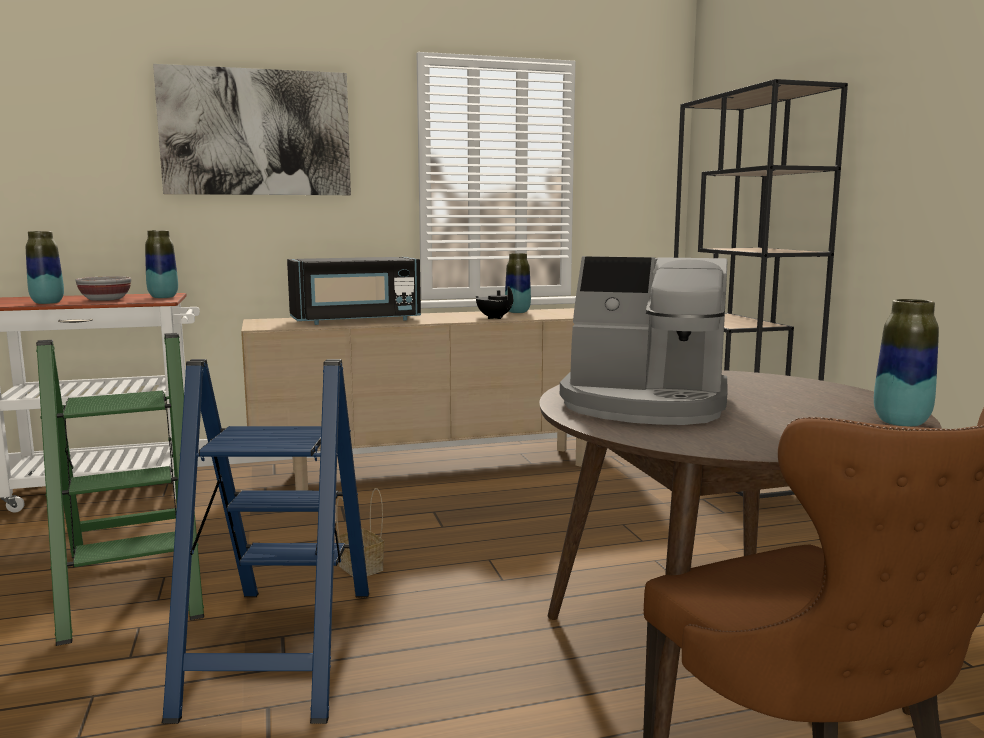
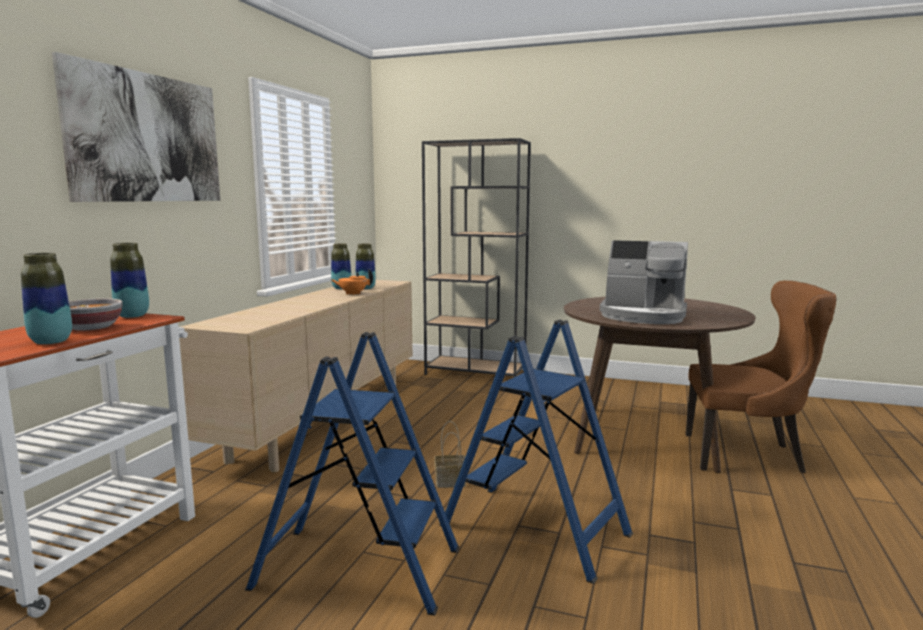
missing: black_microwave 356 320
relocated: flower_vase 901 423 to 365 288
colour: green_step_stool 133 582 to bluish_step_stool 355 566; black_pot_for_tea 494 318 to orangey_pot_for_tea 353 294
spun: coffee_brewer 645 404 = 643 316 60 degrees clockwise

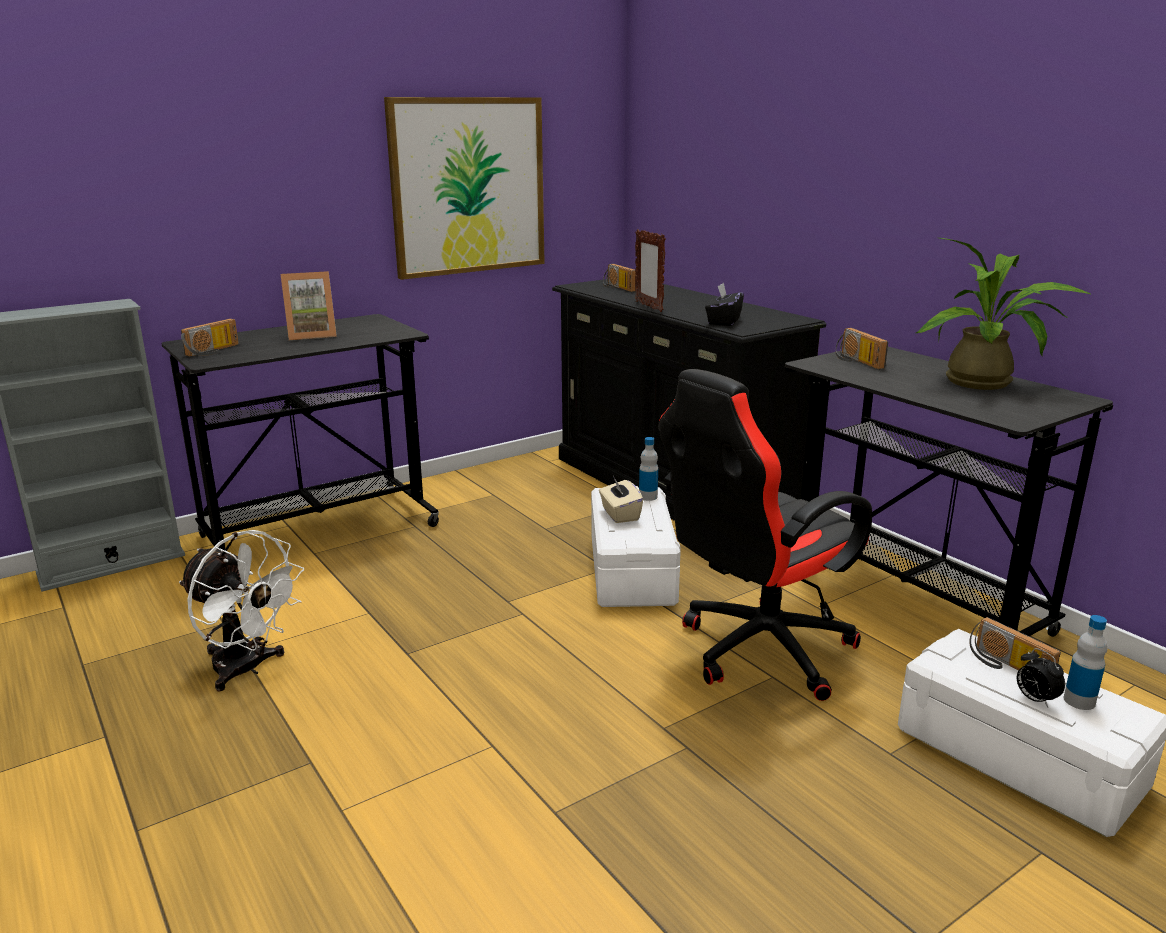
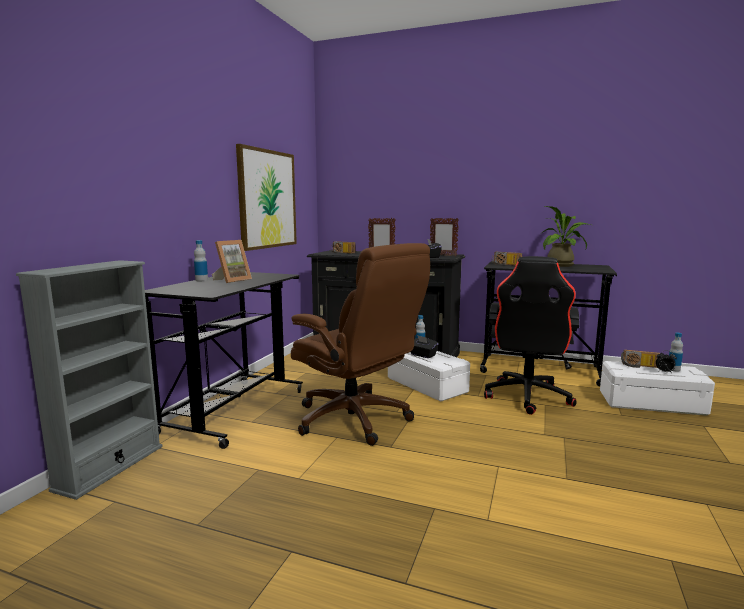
missing: whitish_cooling_fan 247 669; radio 214 351
appeared: beverage_bottle 201 280; brown-coloured_office_chair 357 422; picture_frame 443 255
colour: sand-coloured_tissue_holder 620 514 to black_tissue_holder 422 355

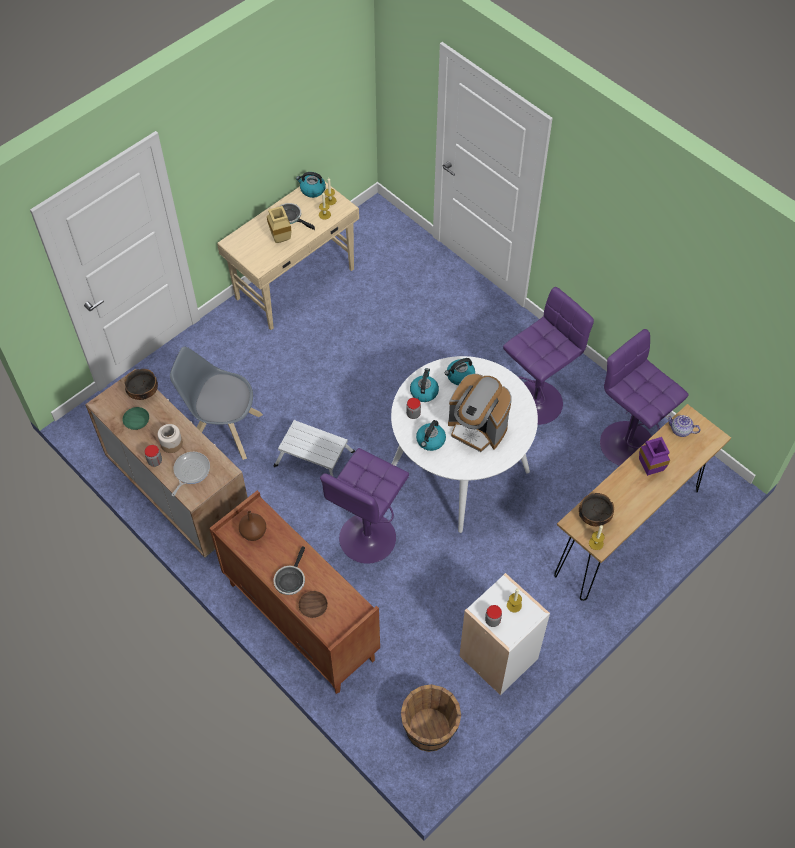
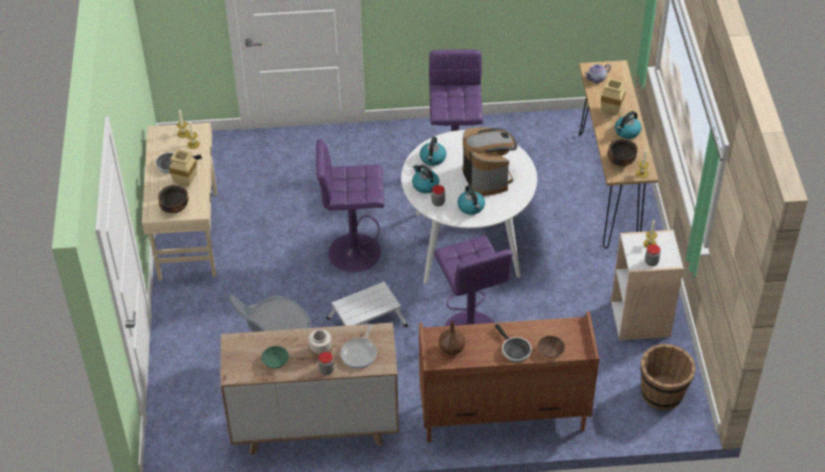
relocated: serving_bowl 143 392 to 174 208; kettle 312 190 to 627 132; purple-coloured_stool 627 443 to 353 252
colour: purple-coloured_flower_vase 648 468 to sand-coloured_flower_vase 609 112
spun: pan 190 471 = 360 353 135 degrees counterclockwise; coffee_brewer 477 428 = 487 176 90 degrees counterclockwise

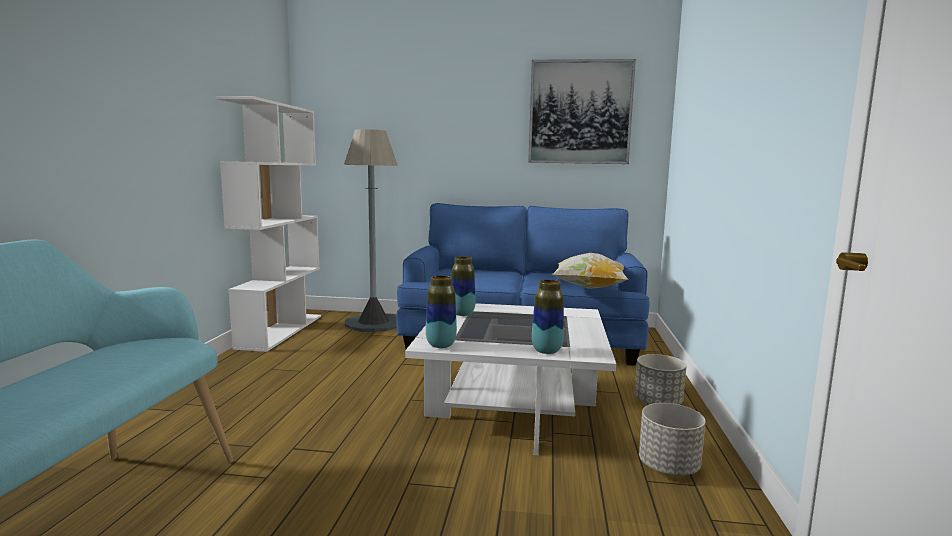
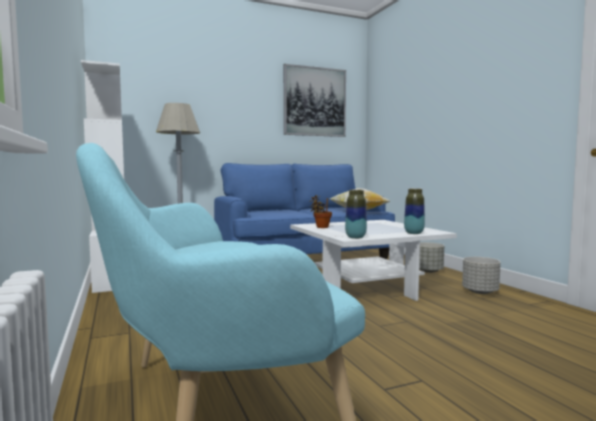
exchanged: flower_vase 462 314 to potted_plant 321 227

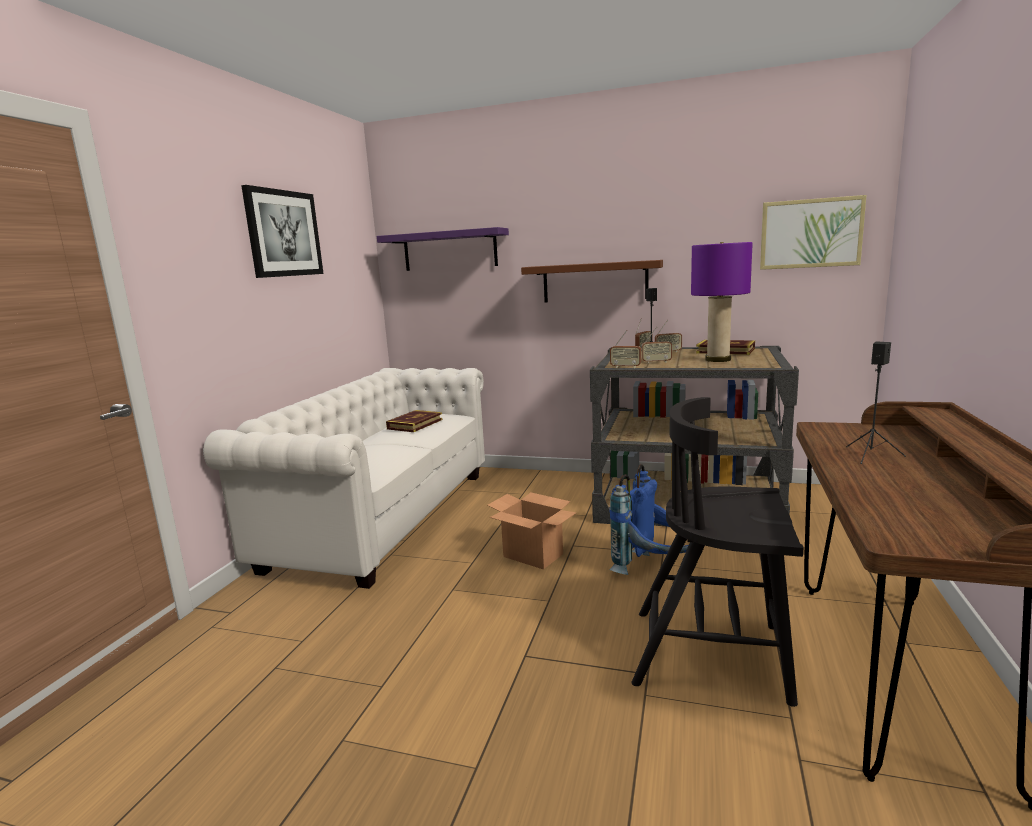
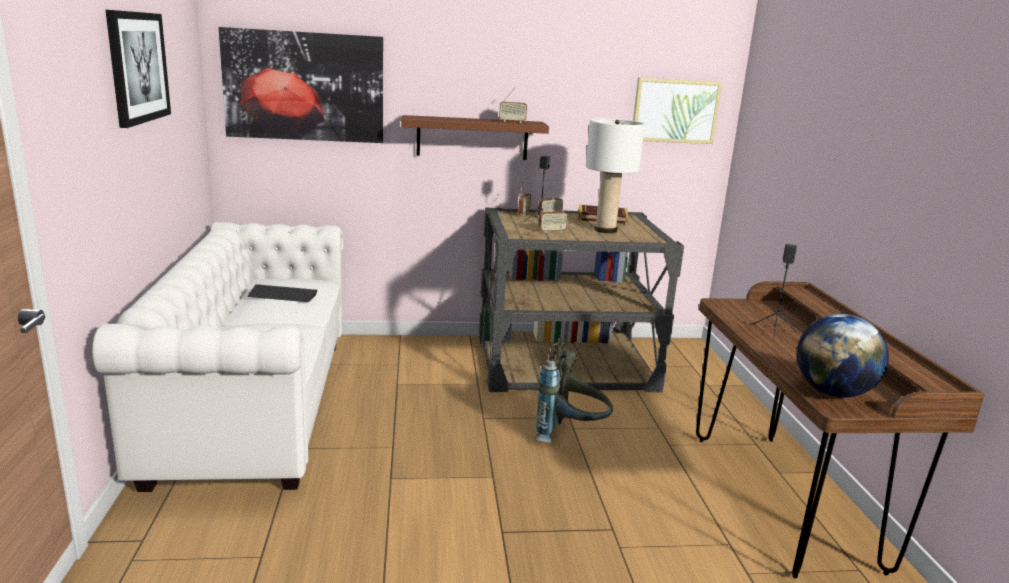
missing: packing_box 534 555; black_upright_chair 713 654
appeared: world_globe 833 392
relocated: radio 625 367 to 512 122
exchanged: purple-coloured_shelf 450 250 to wall_picture 304 86; book 415 424 to PC_keyboard 282 295
colour: bluish_backpack 654 570 to greyish_backpack 570 435; purple-coloured_table_lamp 717 359 to whitish_table_lamp 605 230

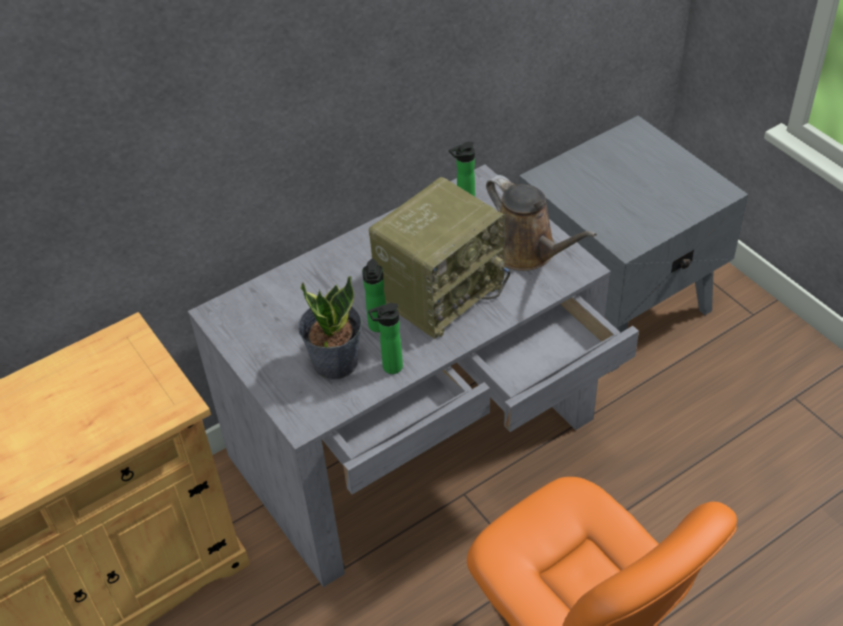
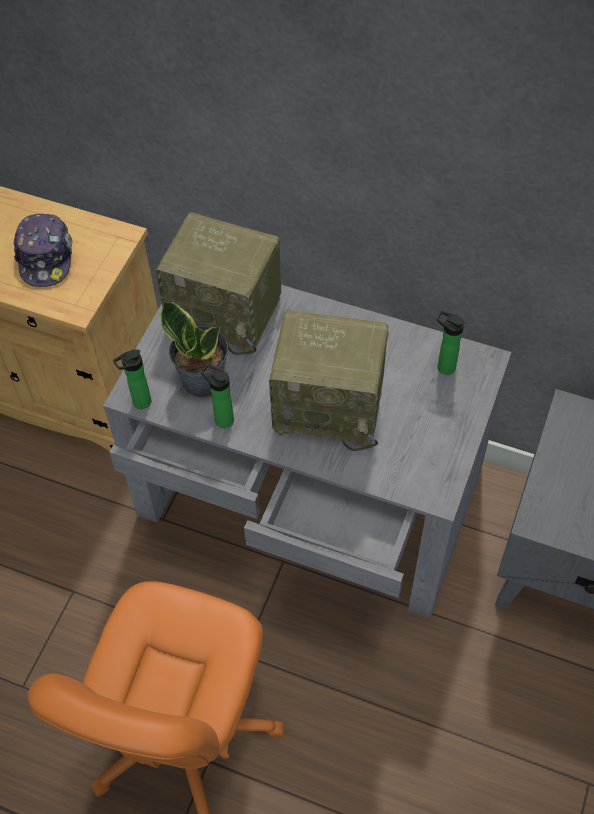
missing: brown-coloured_sprinkling_can 528 251
appeared: baseball_cap 46 257; radio 227 312
relocated: beverage_bottle 378 327 to 139 403

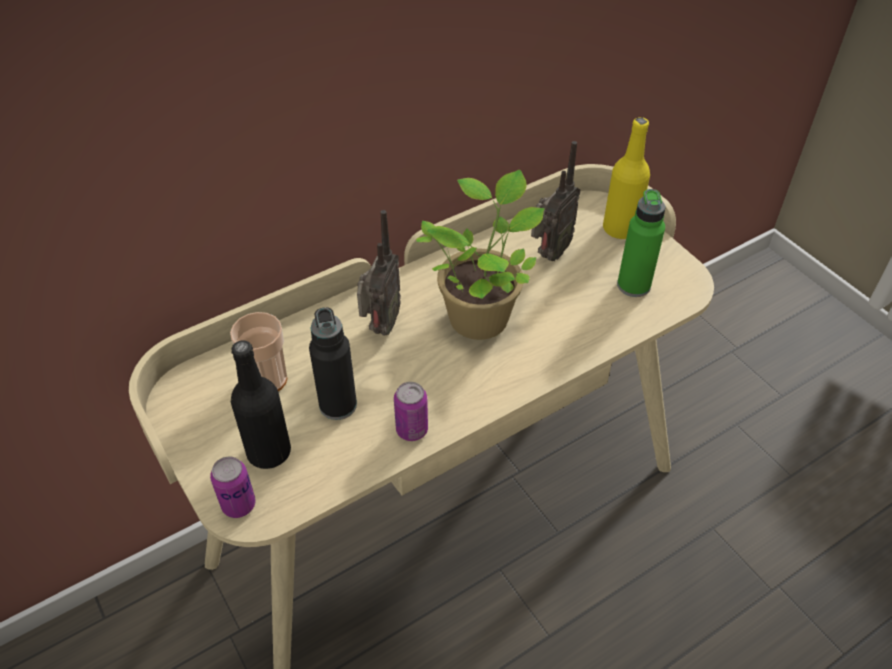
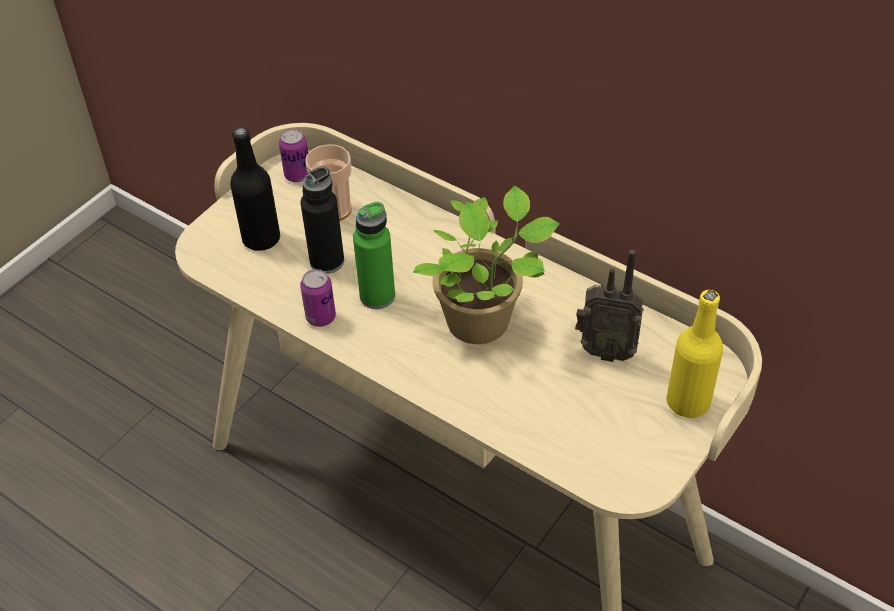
missing: radio 380 327
relocated: can 238 505 to 297 175; green_beverage_bottle 633 285 to 377 296

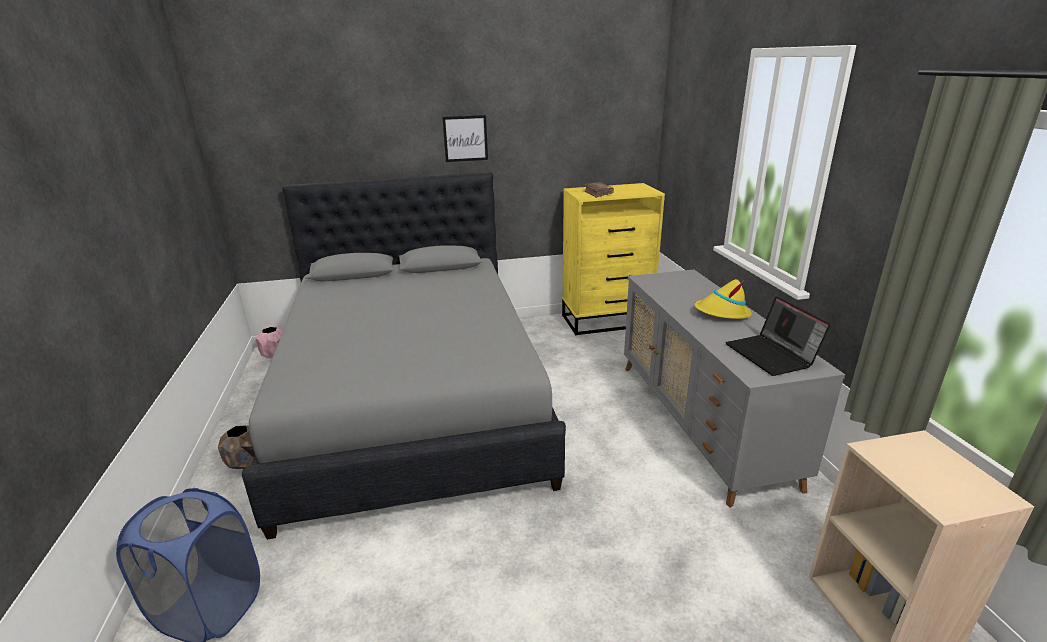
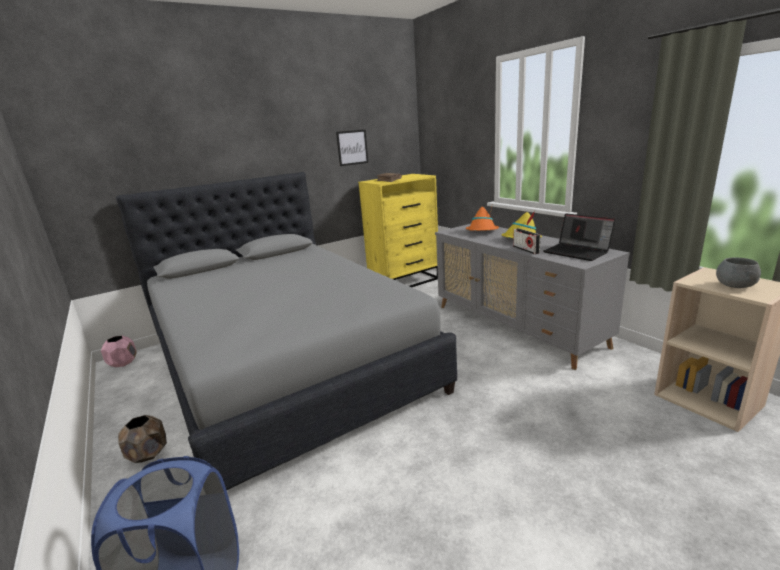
appeared: orangey_hat 482 231; radio 526 250; greyish_serving_bowl 735 286
relocated: wall_picture 465 138 to 352 147

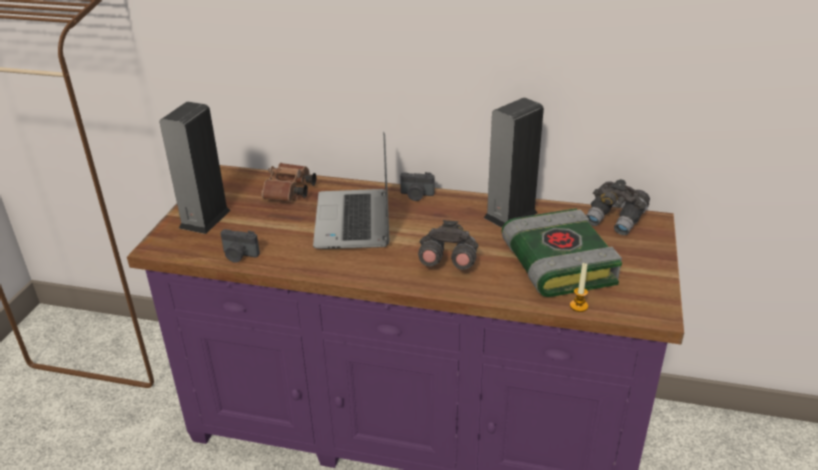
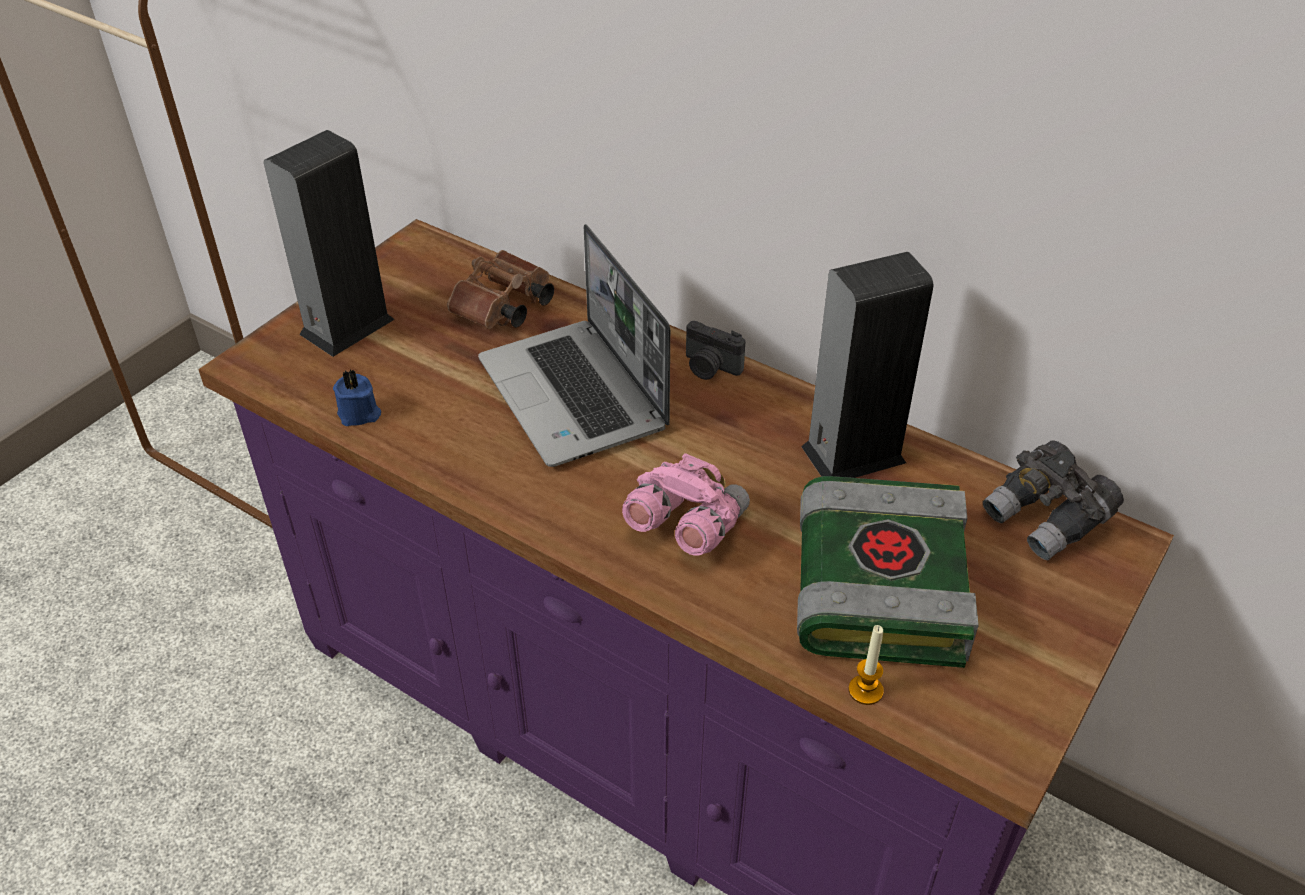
exchanged: photo_camera 239 256 to bluish_candle 359 414
colour: greyish_binoculars 448 262 to pink_binoculars 685 526
spun: notebook_computer 354 222 = 576 396 45 degrees counterclockwise

